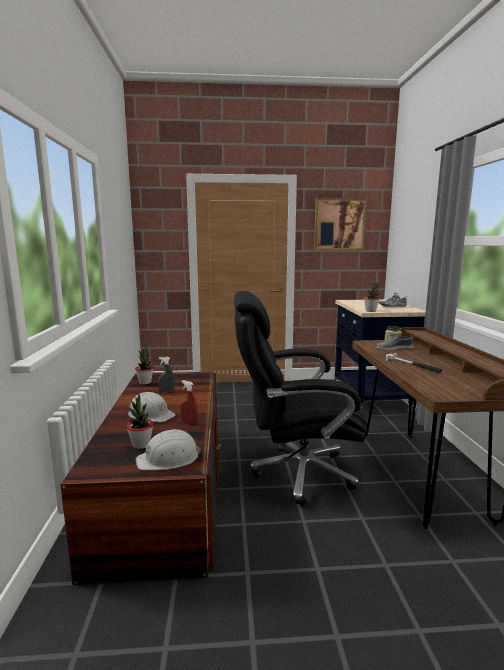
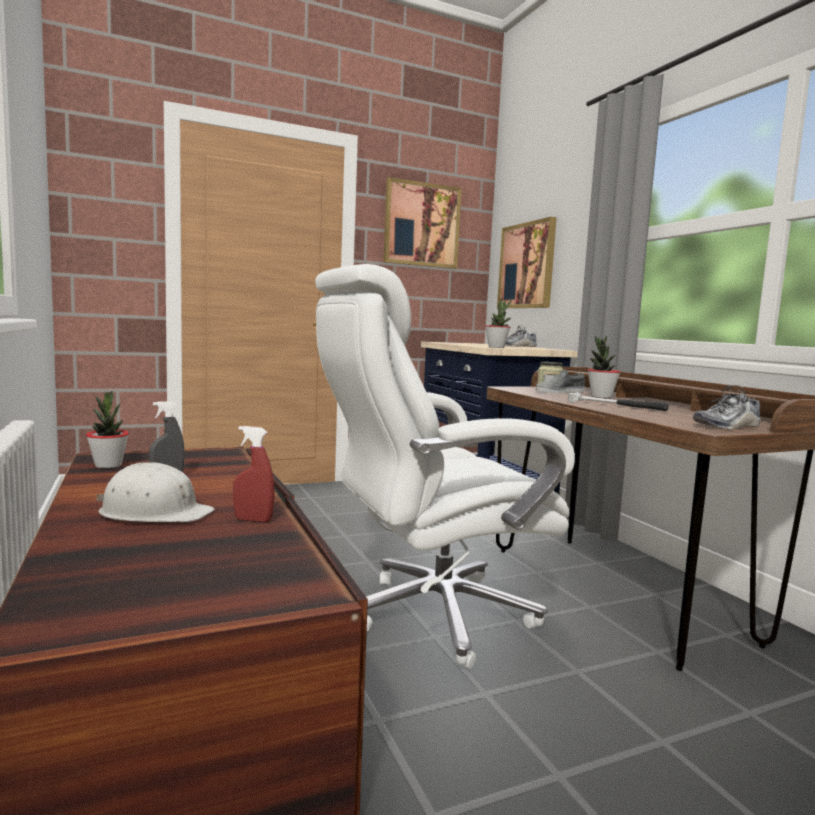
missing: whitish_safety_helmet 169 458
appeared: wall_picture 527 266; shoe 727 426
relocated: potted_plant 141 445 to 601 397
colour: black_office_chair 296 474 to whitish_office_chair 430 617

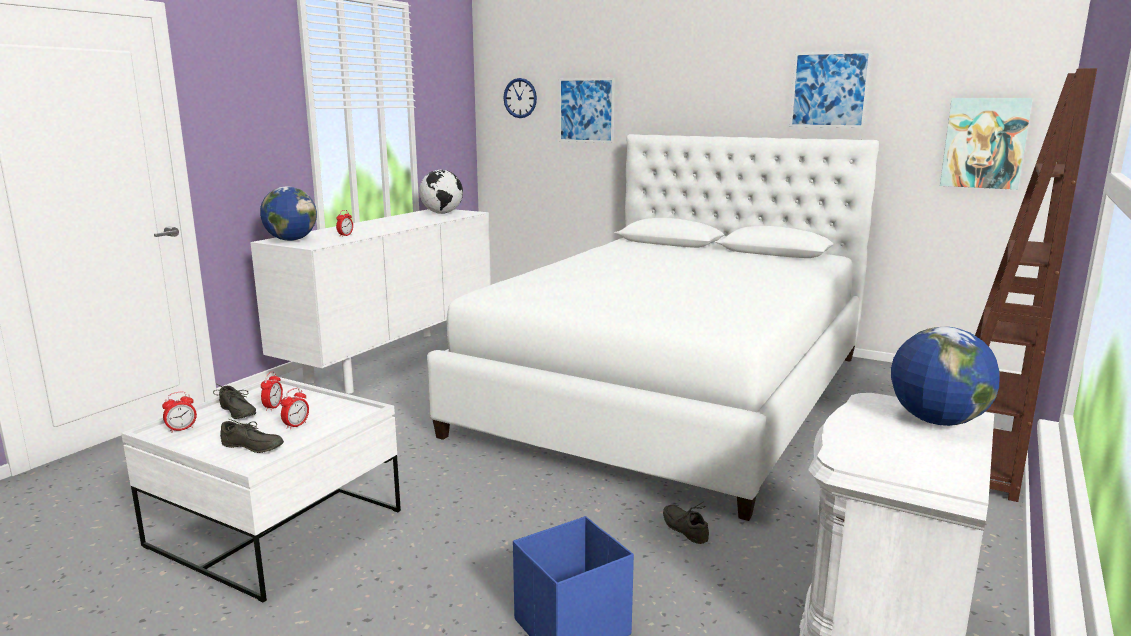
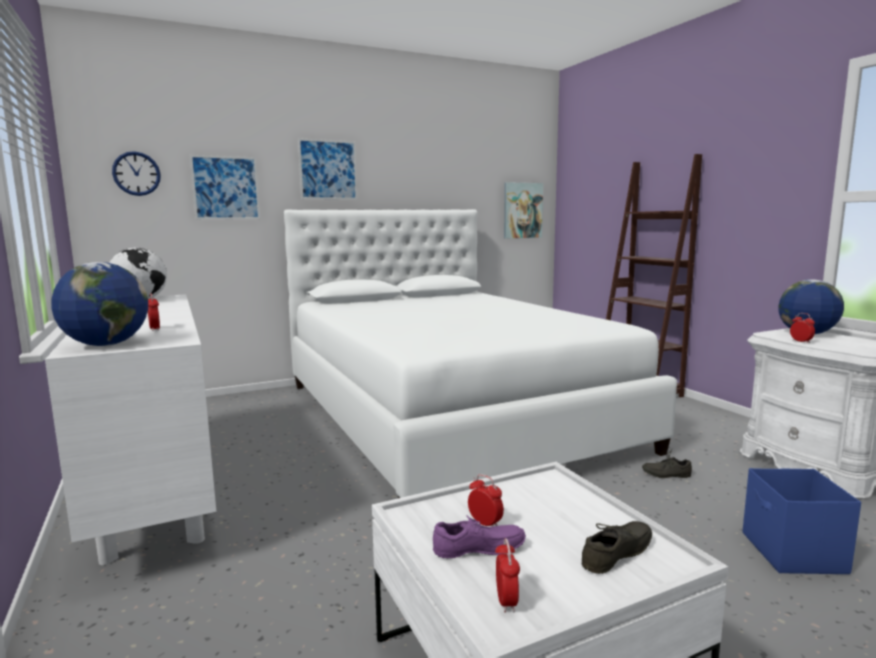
relocated: bedside_clock 296 425 to 801 341; wall_picture 829 90 to 328 170
colour: greyish_shoe 236 413 to purple-coloured_shoe 479 551

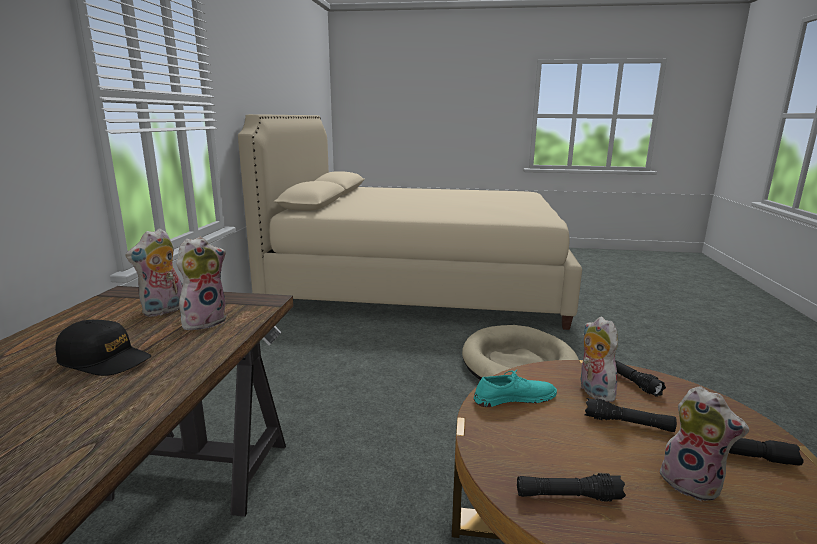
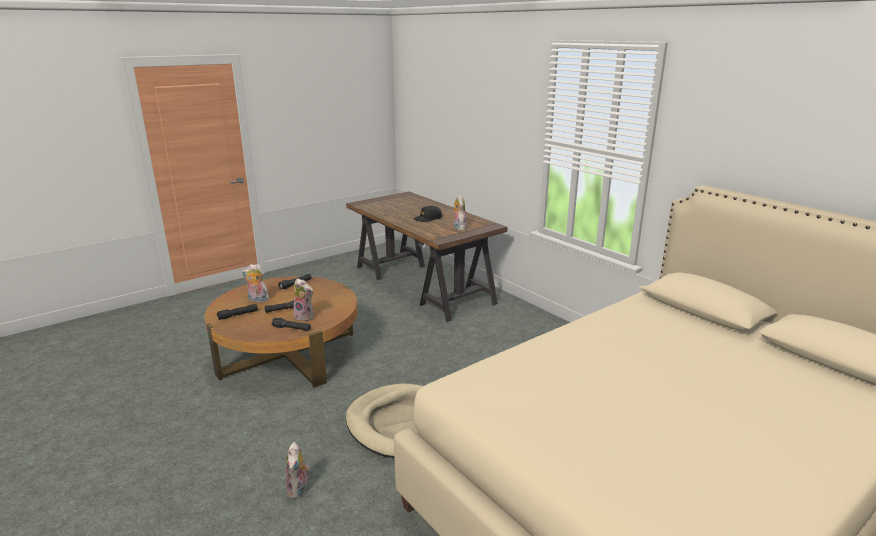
missing: turquoise-coloured_shoe 514 397
relocated: plush_toy 205 321 to 299 490

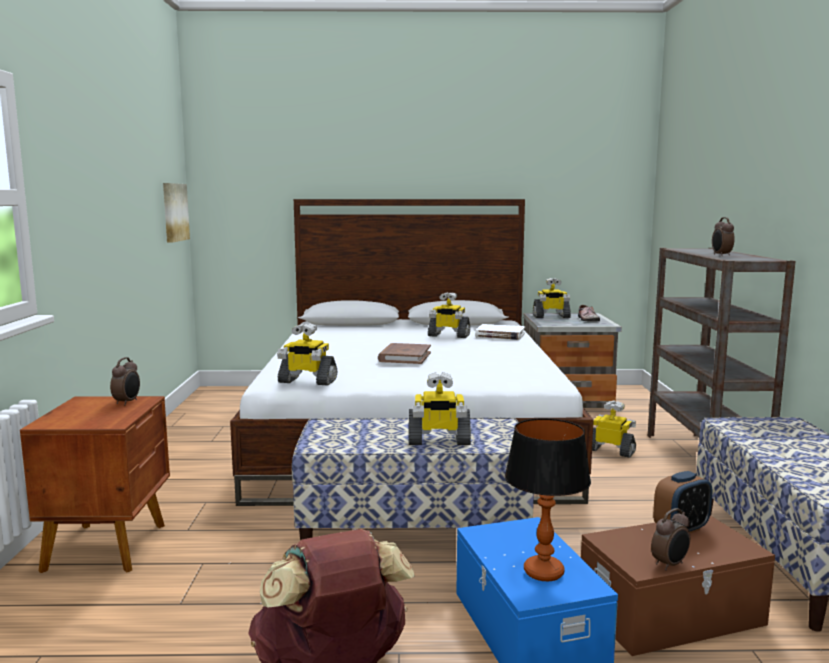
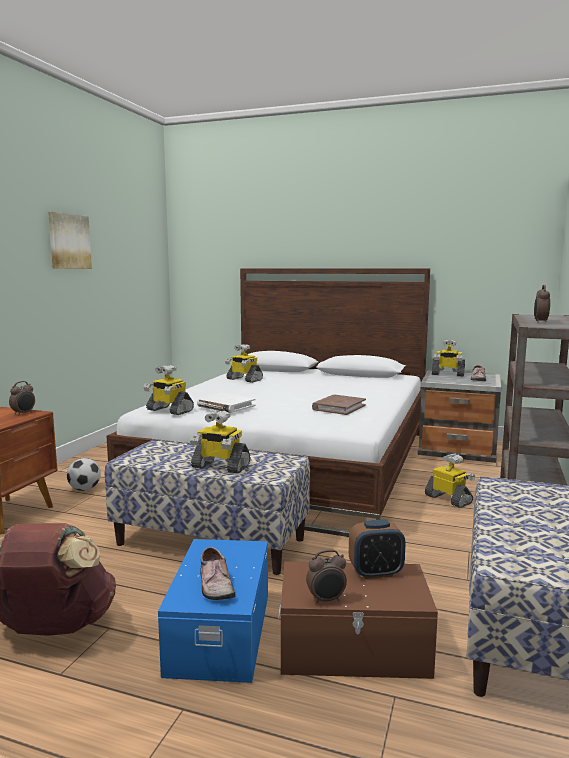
appeared: ball_for_football 84 489
relocated: wall_picture 174 212 to 69 241; brown-coloured_book 405 357 to 339 407; toy_robot 448 335 to 243 379; whitish_book 500 335 to 226 406
exchanged: table_lamp 543 572 to shoe 214 585

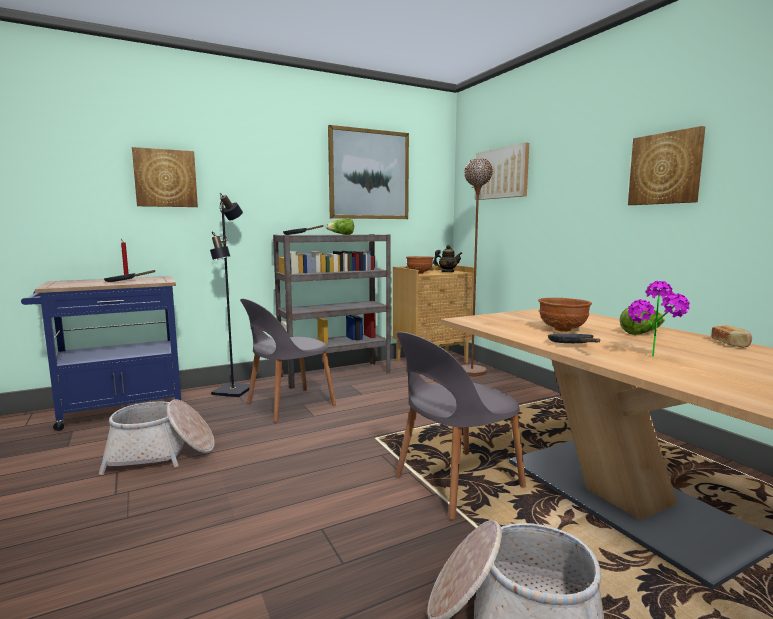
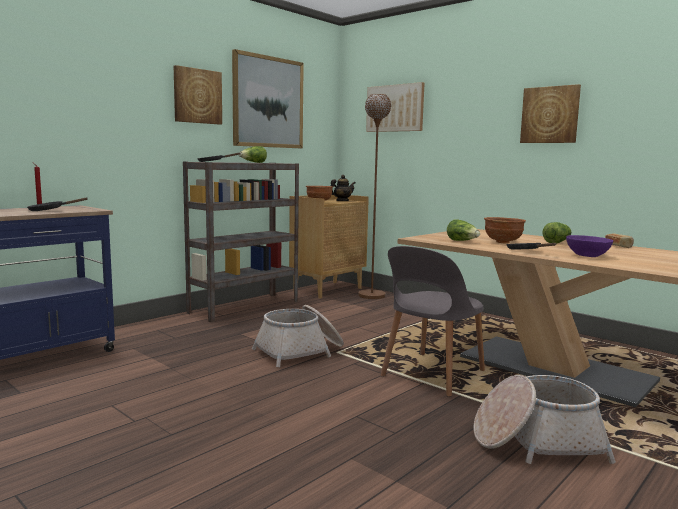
missing: black_standing_lamp 233 391; greyish_upright_chair 288 405
appeared: lettuce 462 241
relocated: household_basket 162 454 to 300 351; wall_picture 165 178 to 197 96
exchanged: potted_plant 654 358 to purple-coloured_serving_bowl 587 256

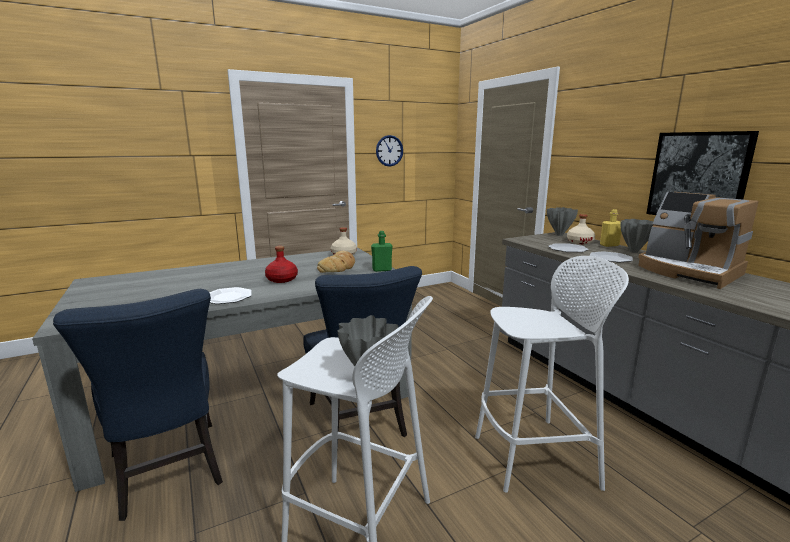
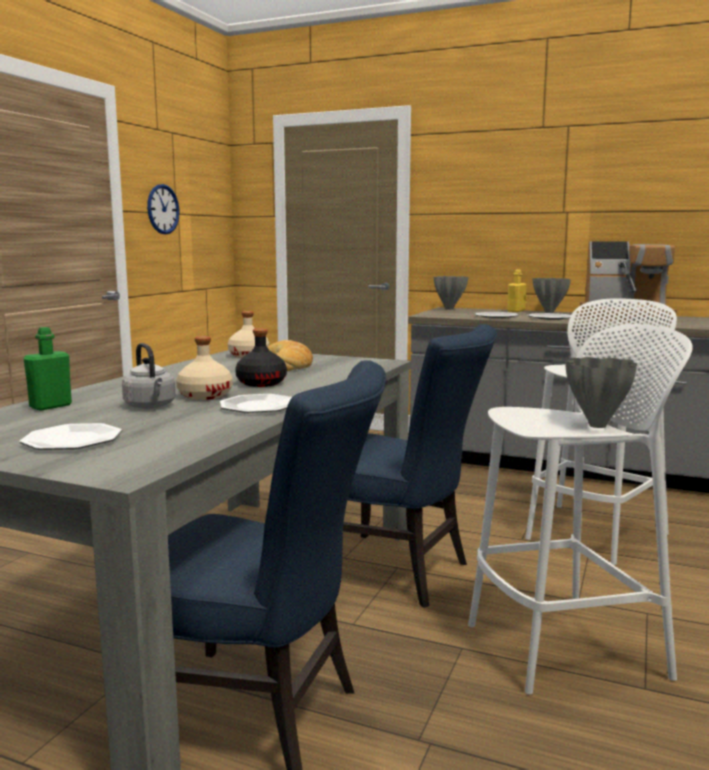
missing: wall_picture 698 176
appeared: flat_dish 72 440; greyish_kettle 151 406
relocated: green_beverage_bottle 382 270 to 50 406; sand-coloured_beverage_bottle 579 242 to 204 395
colour: red-coloured_beverage_bottle 282 279 to black_beverage_bottle 261 383

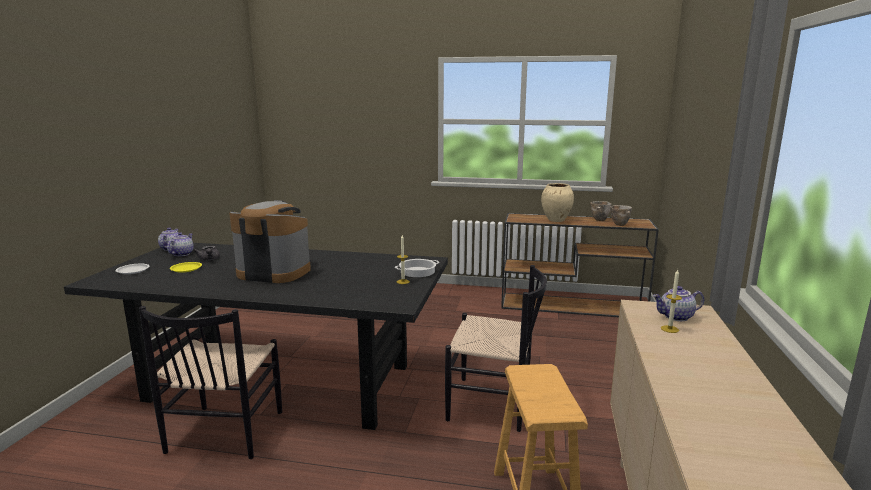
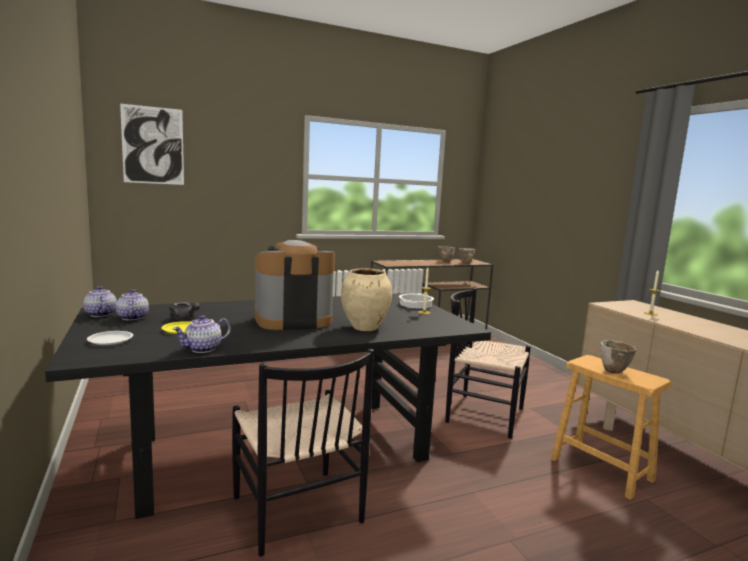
appeared: wall_picture 153 145; serving_bowl 613 372
relocated: sand-coloured_flower_vase 556 220 to 365 328; pot_for_tea 676 317 to 203 349
spun: black_upright_chair 493 404 = 481 414 135 degrees counterclockwise

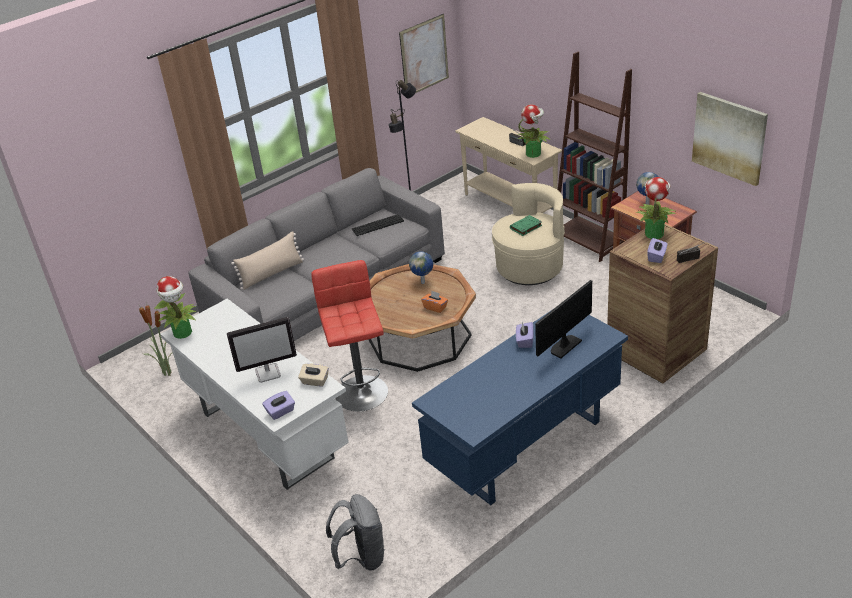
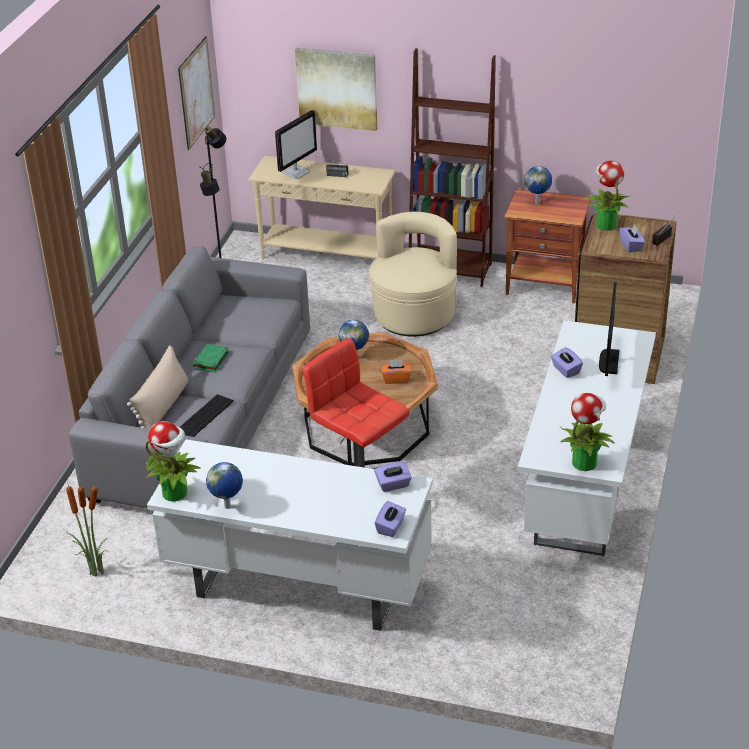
missing: greyish_backpack 361 557
appeared: world_globe 228 507
relocated: computer_screen 268 373 to 296 172; PC_keyboard 377 225 to 203 417; green_book 525 227 to 211 360; potted_plant 533 153 to 584 462; wall_picture 729 137 to 337 88
colour: sand-coloured_tissue_holder 315 381 to purple-coloured_tissue_holder 393 485; bluish_desk_unit 525 448 to whitish_desk_unit 585 491

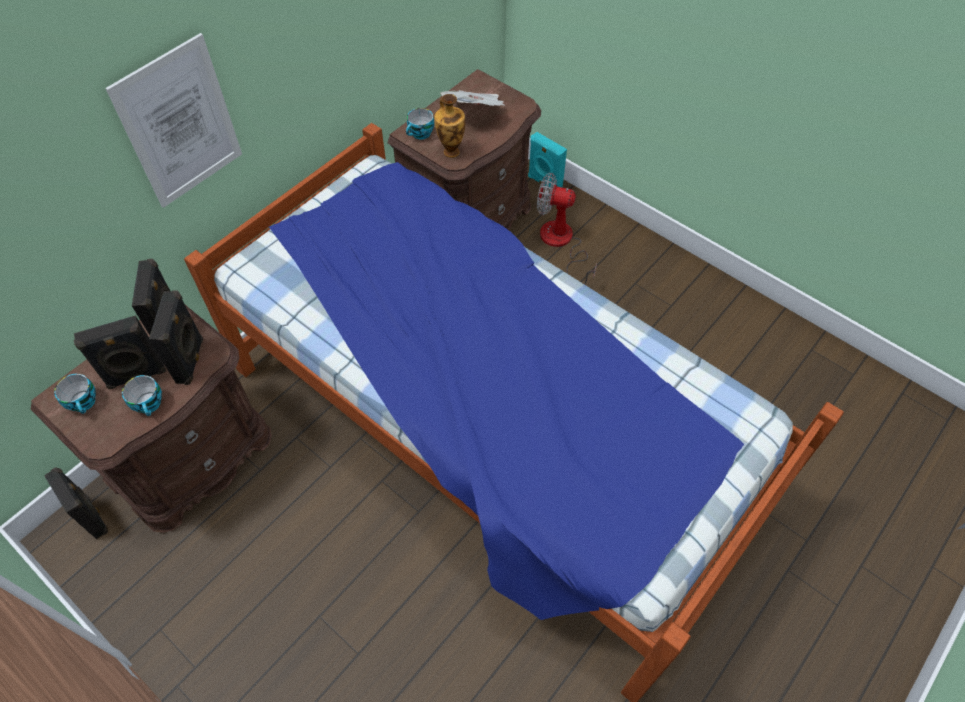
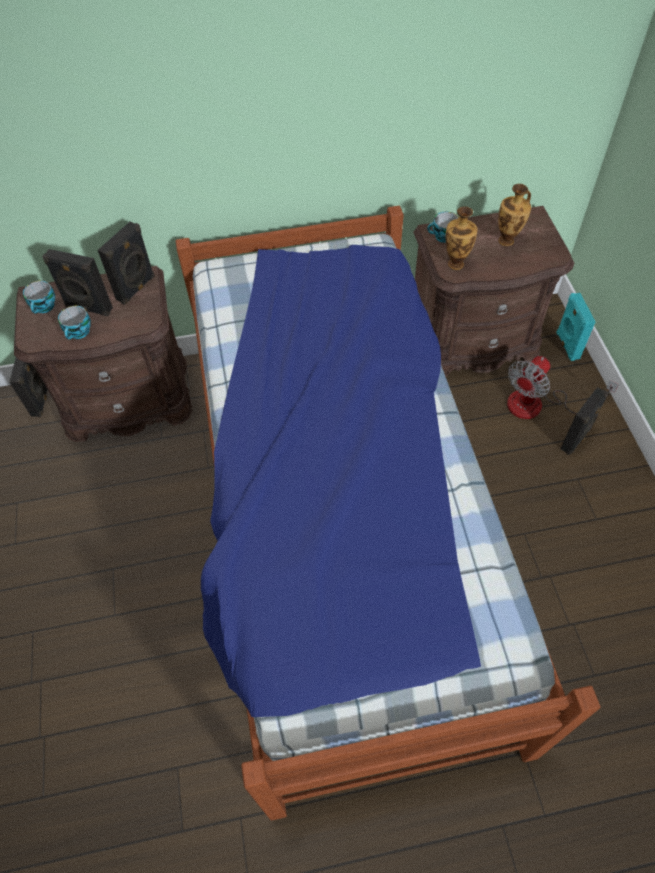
missing: wall_picture 179 123
relocated: black_loudspeaker 191 360 to 576 439
exchanged: newspaper 475 112 to flower_vase 507 241
spun: cooling_fan 561 243 = 537 405 105 degrees counterclockwise

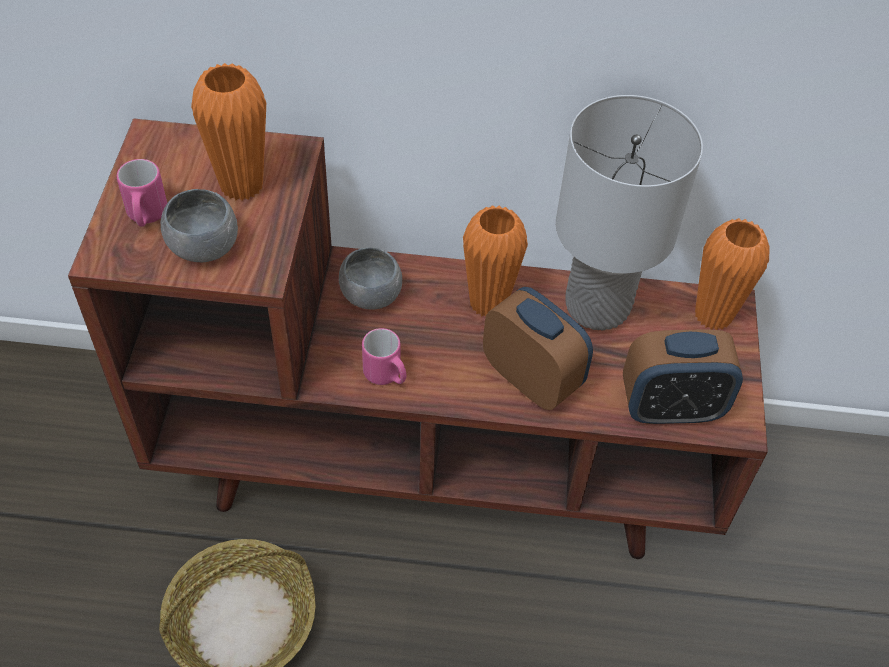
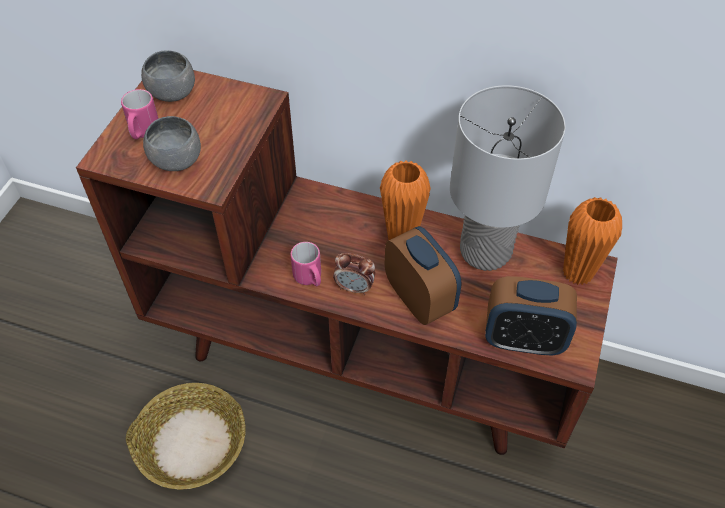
missing: orangey_flower_vase 241 185
appeared: bedside_clock 354 287
relocated: greyish_serving_bowl 371 296 to 172 93

